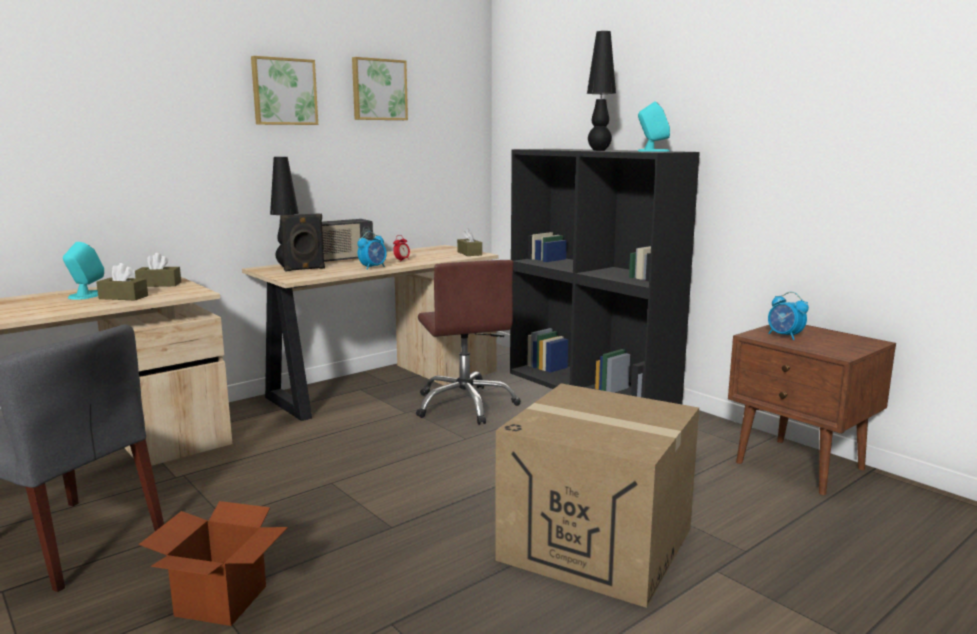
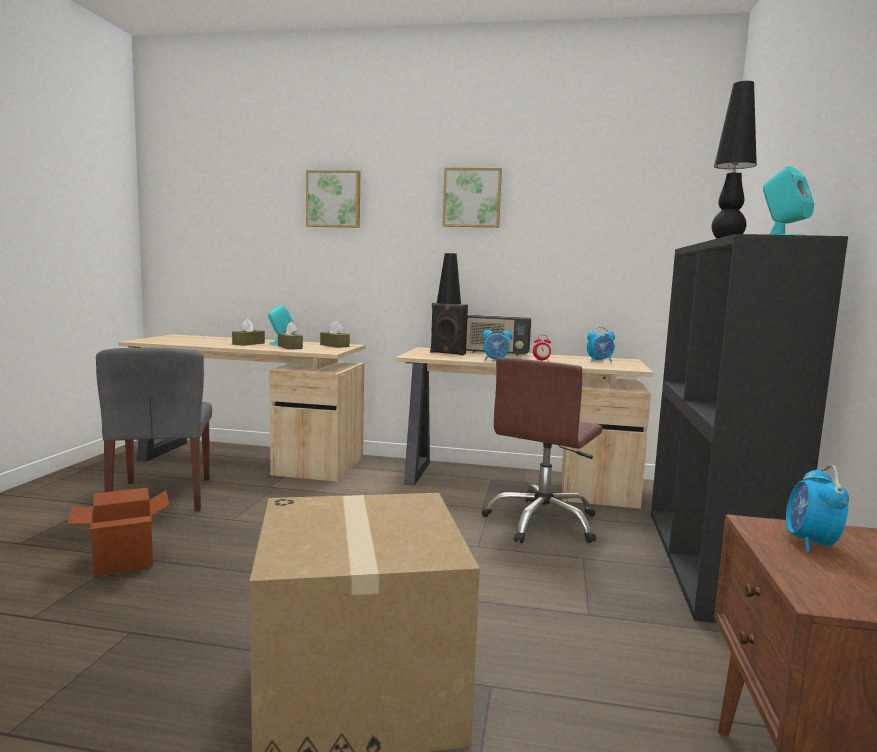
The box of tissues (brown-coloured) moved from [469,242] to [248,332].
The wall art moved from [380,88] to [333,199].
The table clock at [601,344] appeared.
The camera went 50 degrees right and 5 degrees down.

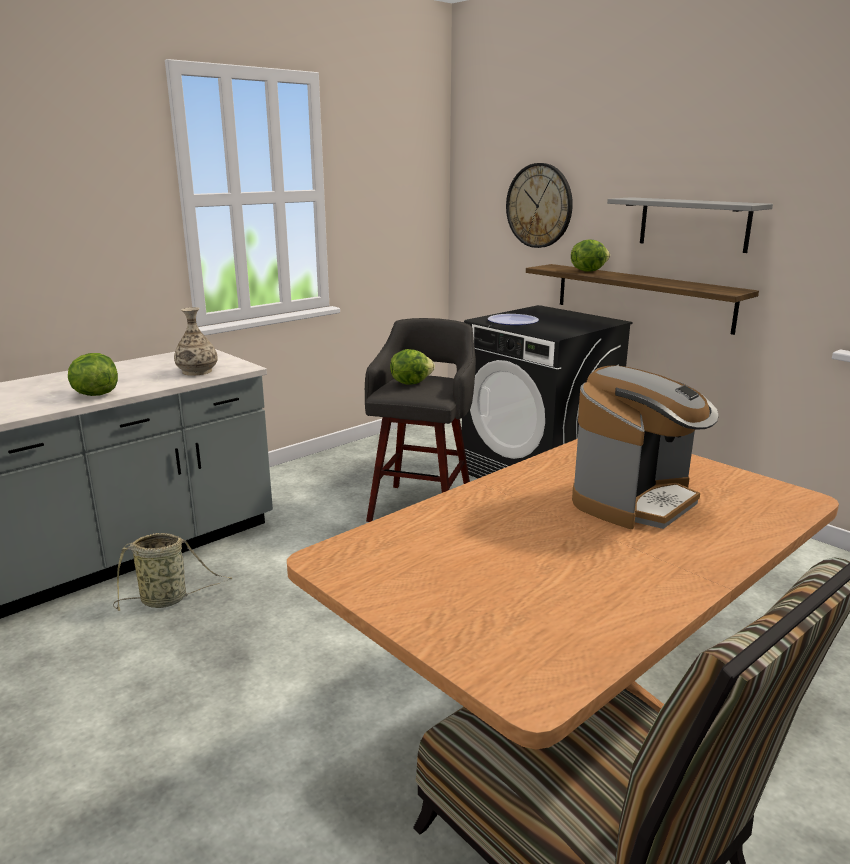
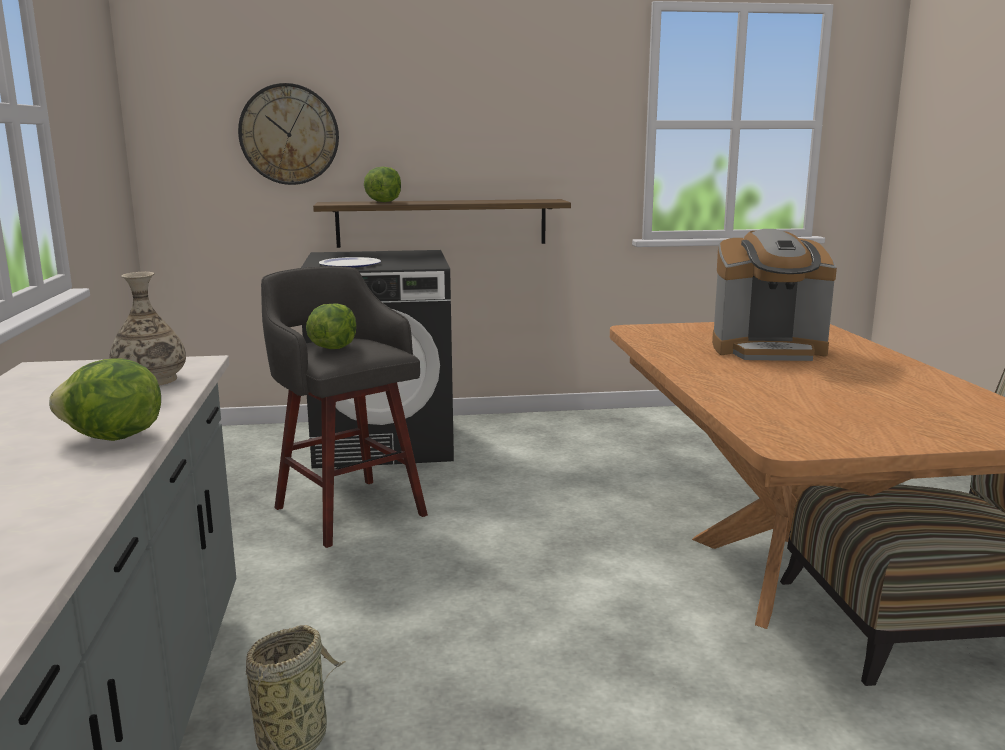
The coffee brewer at [645,447] turned 105 degrees clockwise.
The bracket shelf (gray) at [690,225] disappeared.
The camera went 55 degrees left and 5 degrees down.

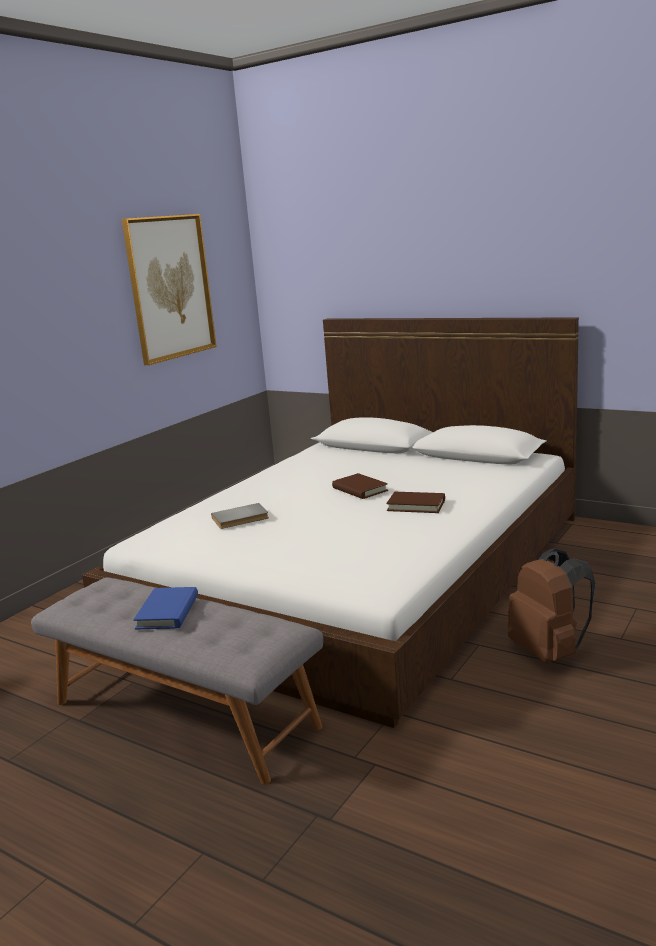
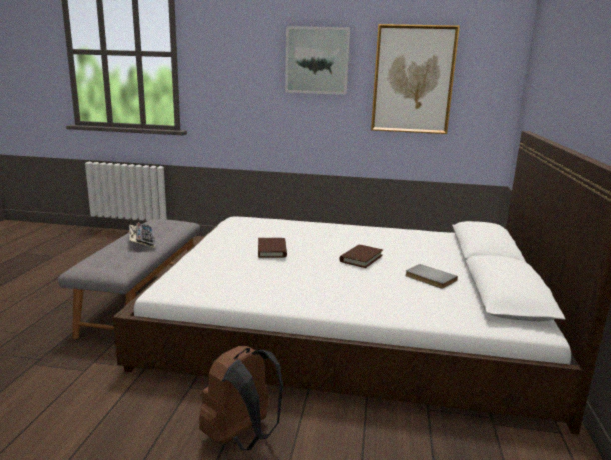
The volume (blue) at [165,608] was replaced by the computer keyboard at [142,235].
The volume (brown-coloured) moved from [415,502] to [272,248].
The wall art at [317,60] appeared.
The volume (gray) moved from [240,516] to [431,276].
The camera went 65 degrees right and 0 degrees up.

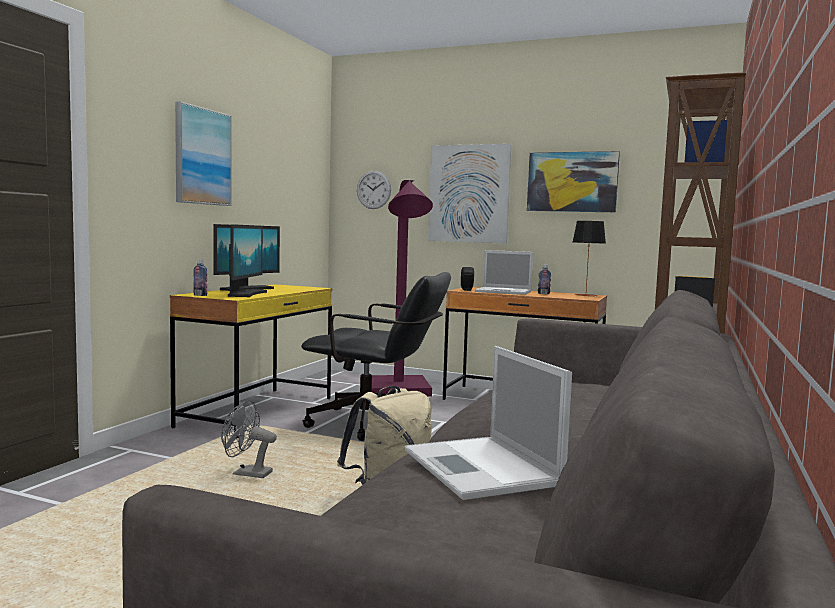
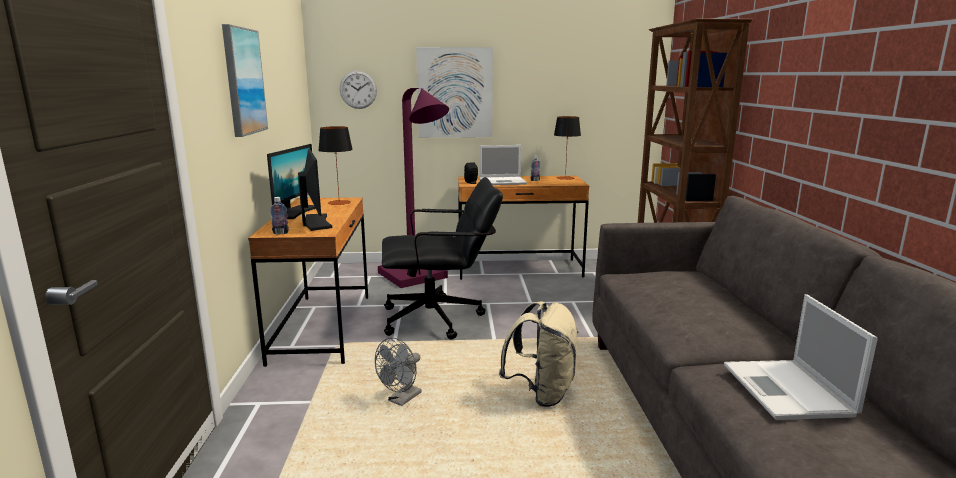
The desk unit (yellowish) at [251,361] became the desk unit (brown-coloured) at [308,282].
The lamp for a table at [335,165] appeared.
The fan (gray) at [249,439] turned 45 degrees counterclockwise.
The laptop at [488,423] turned 45 degrees clockwise.
The wall art at [573,181] disappeared.
The camera went 25 degrees left and 10 degrees up.

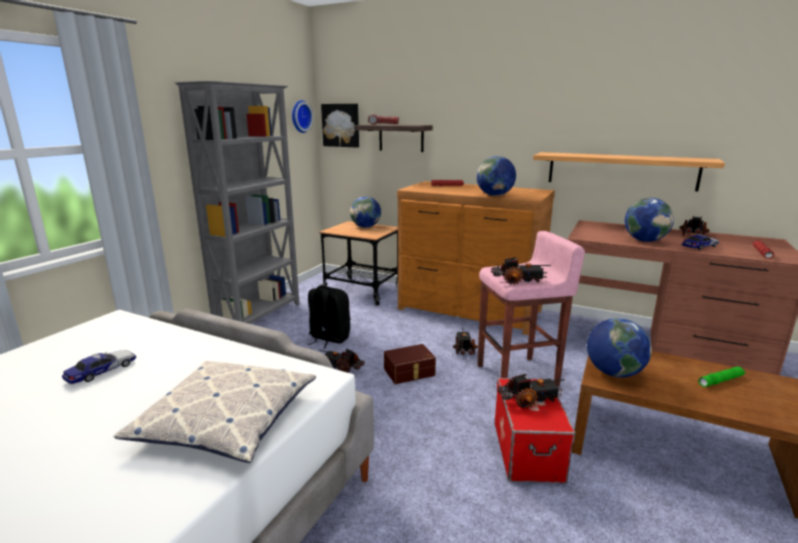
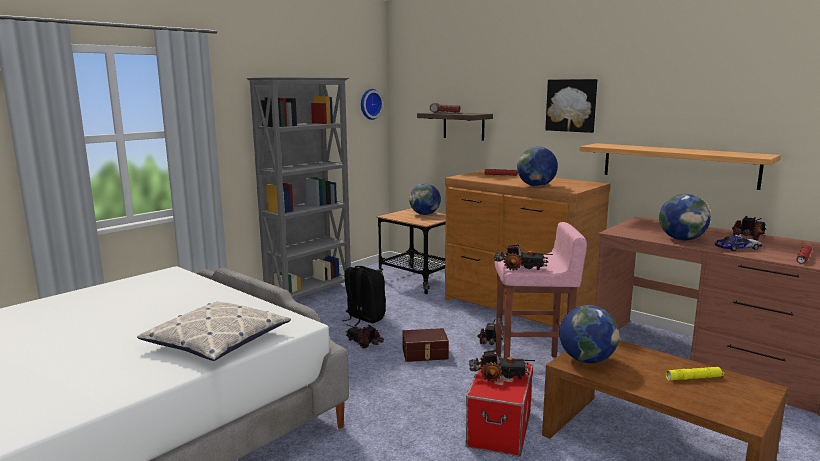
The wall art moved from [340,126] to [571,106].
The torch (greenish) at [721,376] became the torch (yellowish) at [695,373].
The miniature car at [99,367] disappeared.
The camera went 15 degrees right and 5 degrees down.

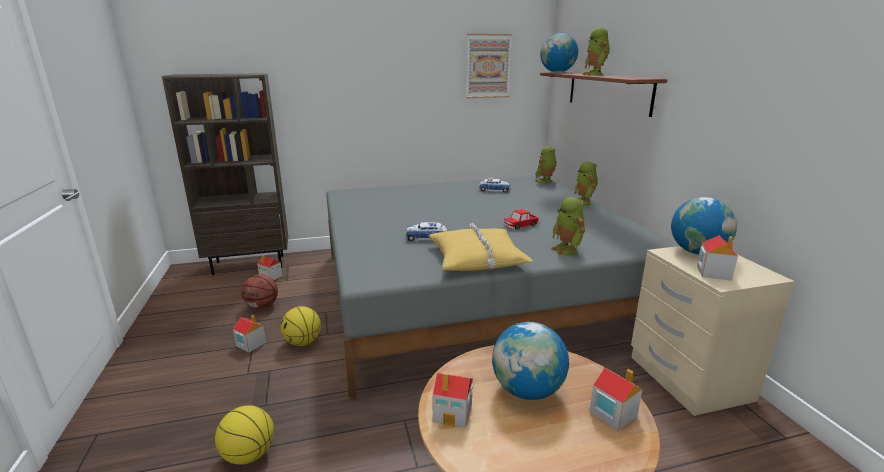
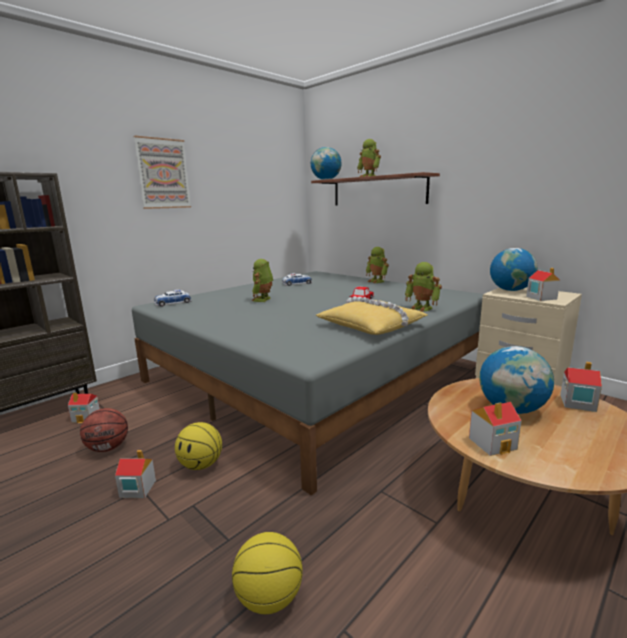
The wall art moved from [489,66] to [162,172].
The miniature car moved from [426,231] to [172,298].
The robot figure moved from [546,165] to [262,280].
The camera went 30 degrees left and 5 degrees down.

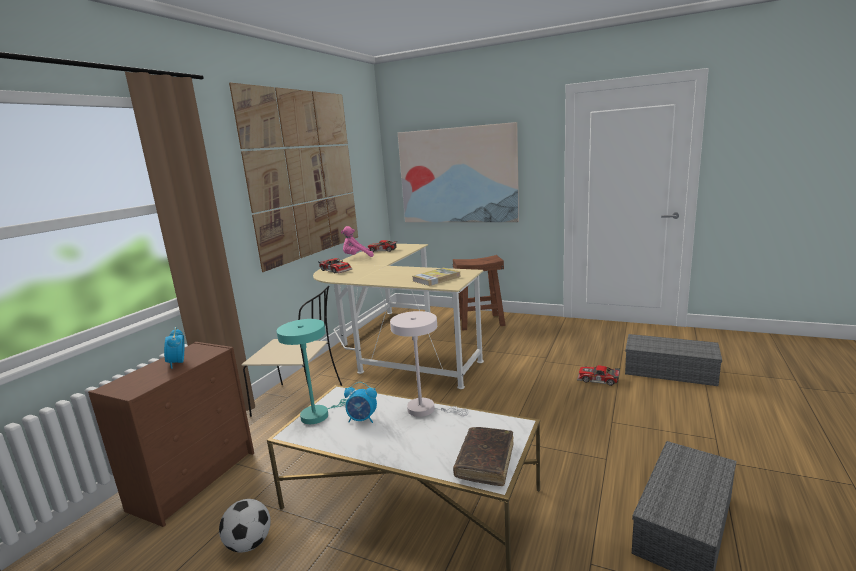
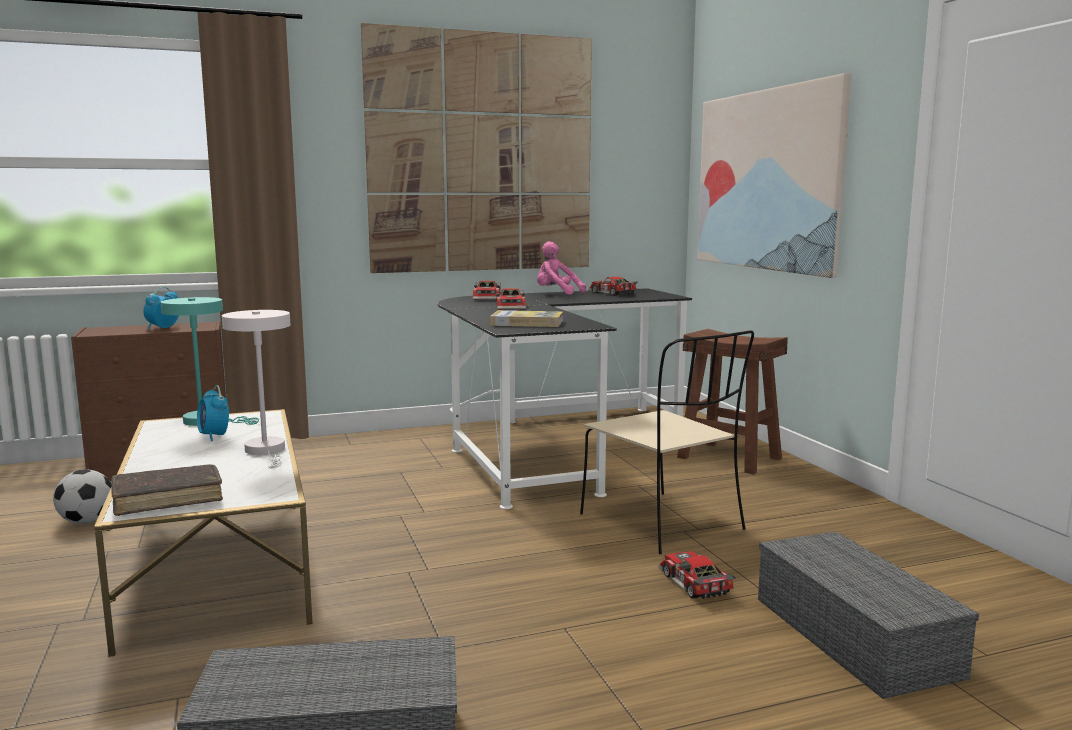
The desk unit (beige-coloured) at [398,316] became the desk unit (black) at [564,398].
The miniature car at [511,299] appeared.
The upright chair (beige-coloured) moved from [292,351] to [667,442].
The camera went 45 degrees right and 5 degrees down.

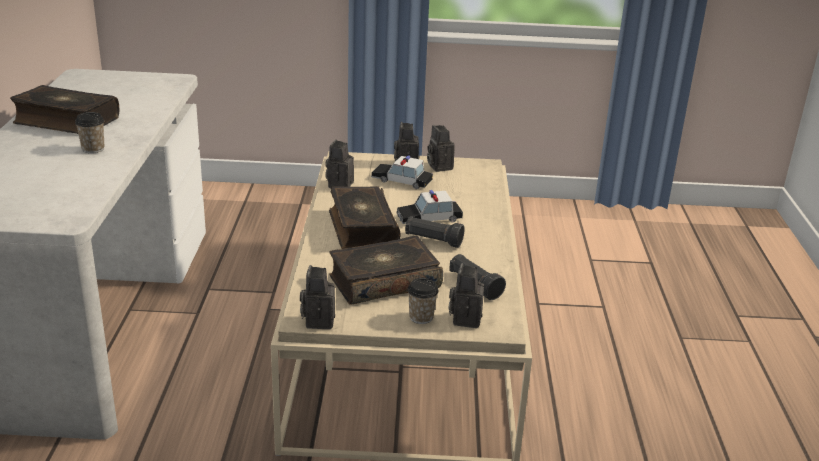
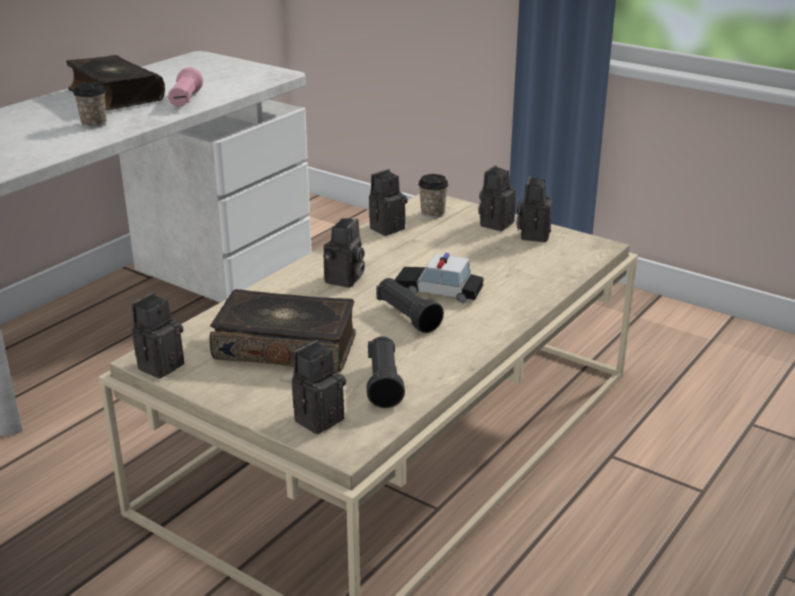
The torch (pink-coloured) at [185,87] appeared.
The volume at [364,217] was replaced by the photo camera at [344,253].
The small cup moved from [422,301] to [433,196].
The miniature car at [402,172] disappeared.
The camera went 35 degrees right and 0 degrees up.

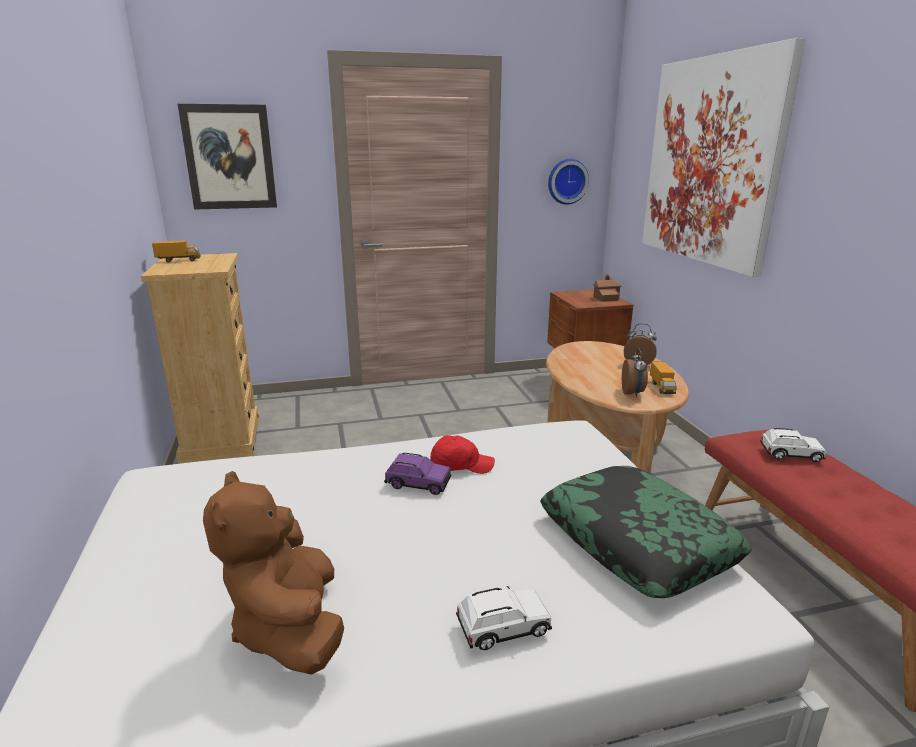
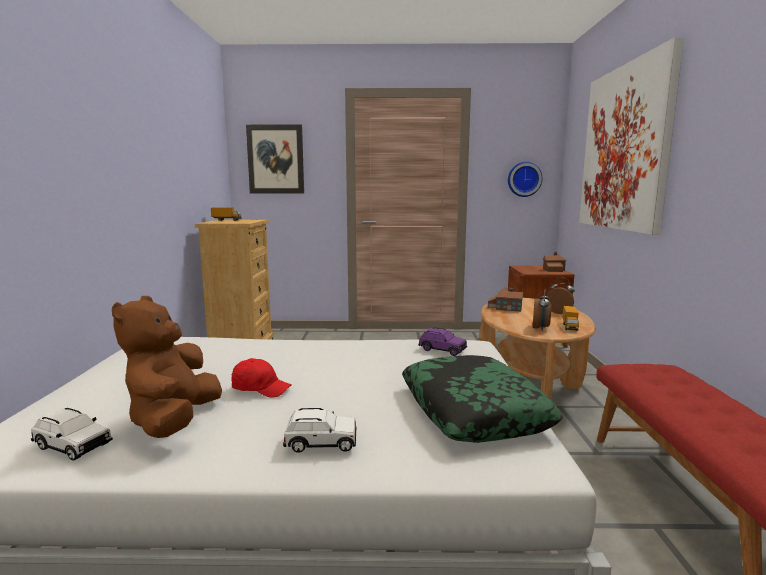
The miniature car (white-coloured) moved from [793,445] to [72,434].
The cap (reddish) moved from [462,454] to [261,378].
The miniature car (purplish) moved from [417,474] to [442,341].
The toy house at [505,299] appeared.
The camera went 15 degrees right and 10 degrees down.

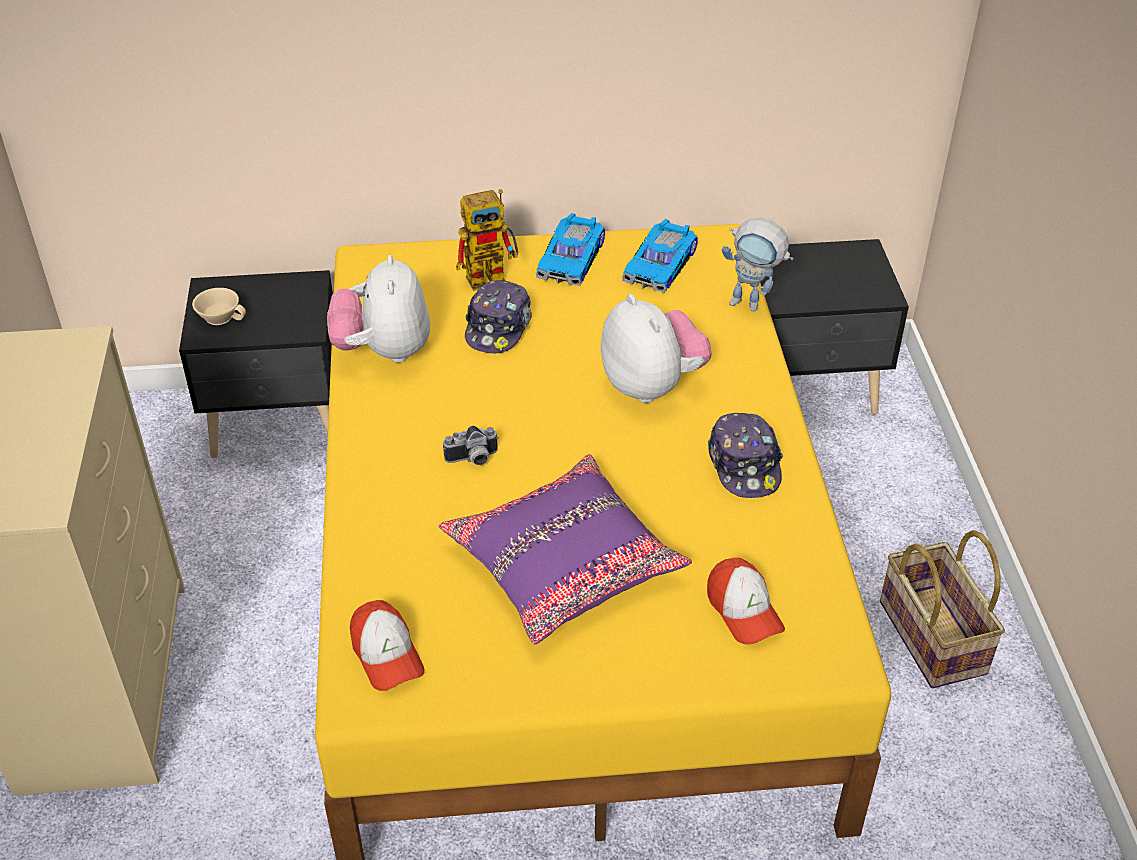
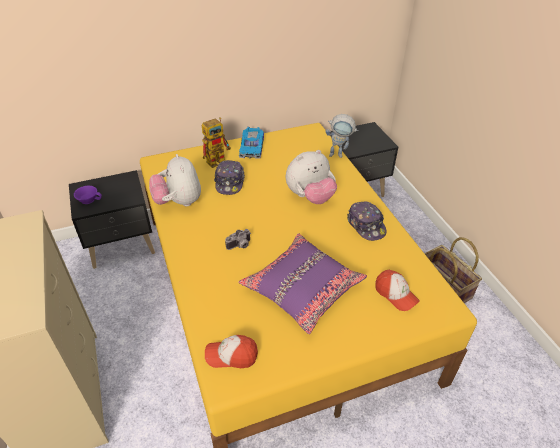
The small cup (beige-coloured) at [219,306] became the small cup (purplish) at [88,195].
The cap at [387,645] turned 135 degrees clockwise.
The plush toy at [656,348] turned 105 degrees clockwise.
The miniature car at [660,256] disappeared.
The camera went 15 degrees left and 0 degrees up.

